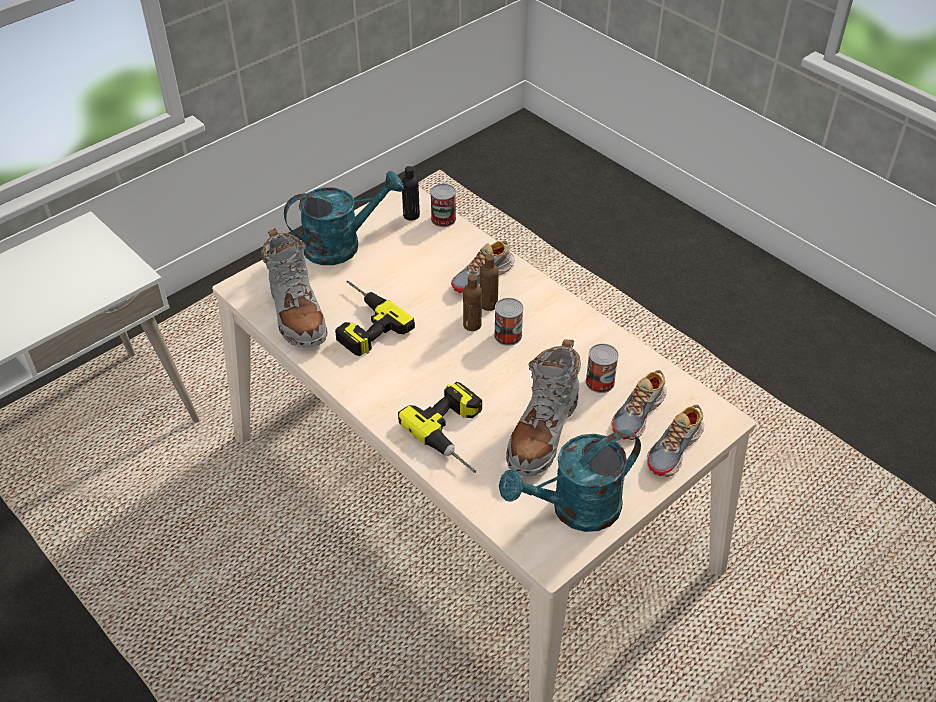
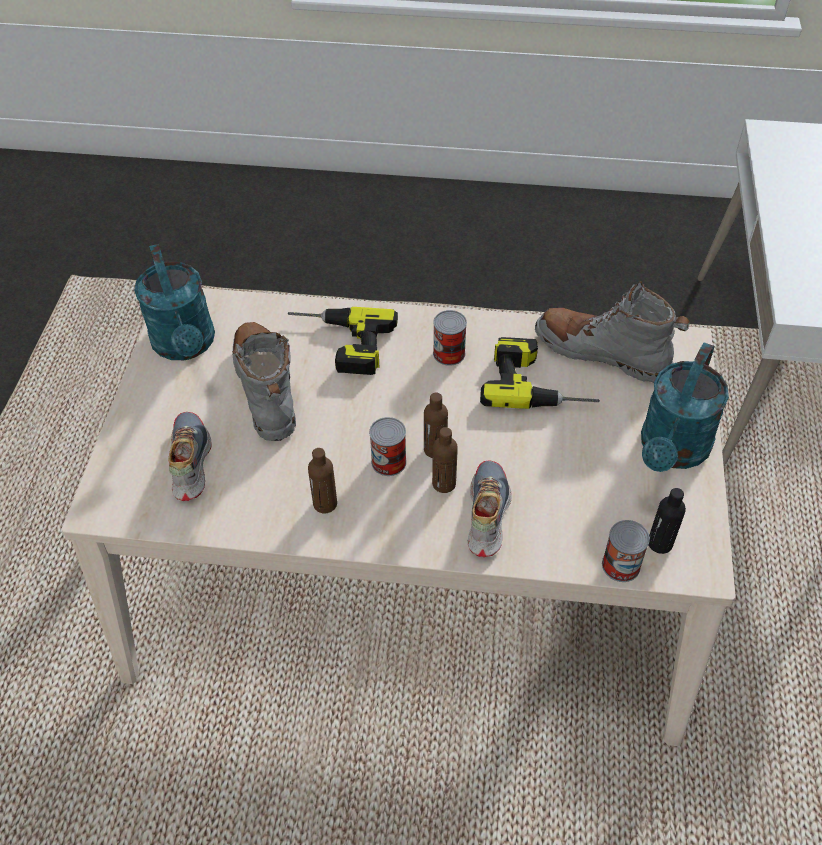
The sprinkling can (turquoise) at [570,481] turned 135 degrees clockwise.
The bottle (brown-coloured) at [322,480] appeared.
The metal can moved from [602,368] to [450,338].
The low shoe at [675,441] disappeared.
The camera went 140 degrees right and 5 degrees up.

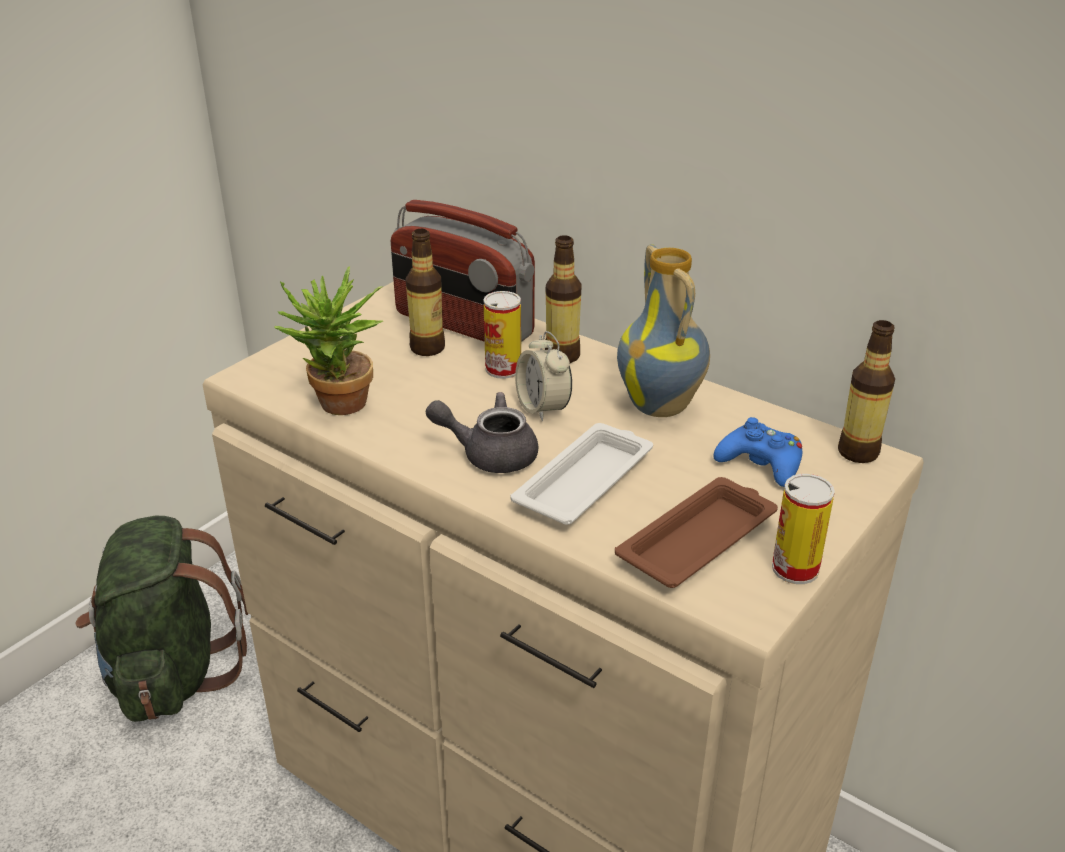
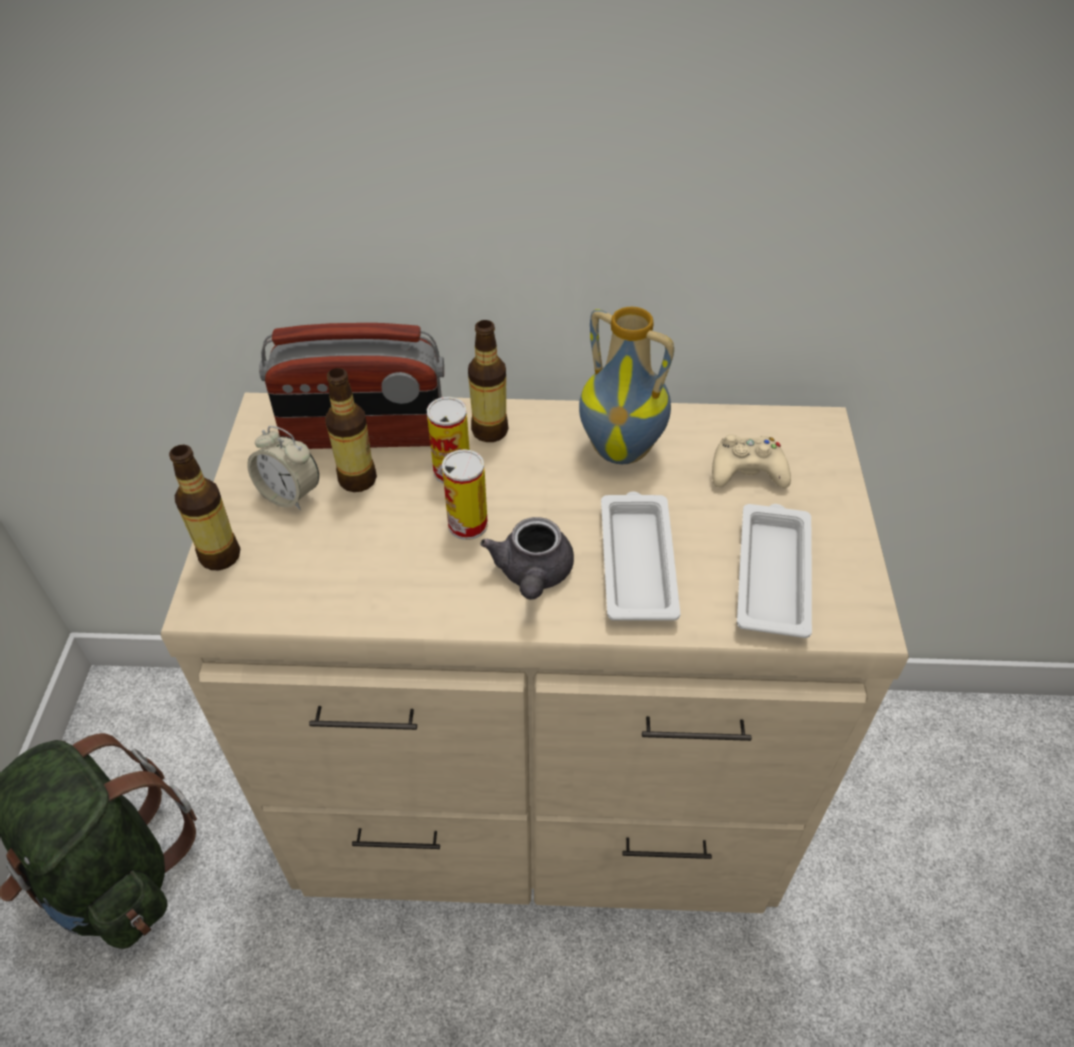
The bottle moved from [866,391] to [204,507].
The table clock moved from [543,376] to [283,468].
The metal can moved from [803,529] to [465,494].
The pot for tea (gray) at [482,432] turned 60 degrees counterclockwise.
The game controller (blue) at [757,452] became the game controller (beige-coloured) at [751,461].
The tray (brown-coloured) at [696,532] became the tray (white-coloured) at [774,571].
The plant in a pot at [329,340] disappeared.
The camera went 35 degrees left and 15 degrees up.

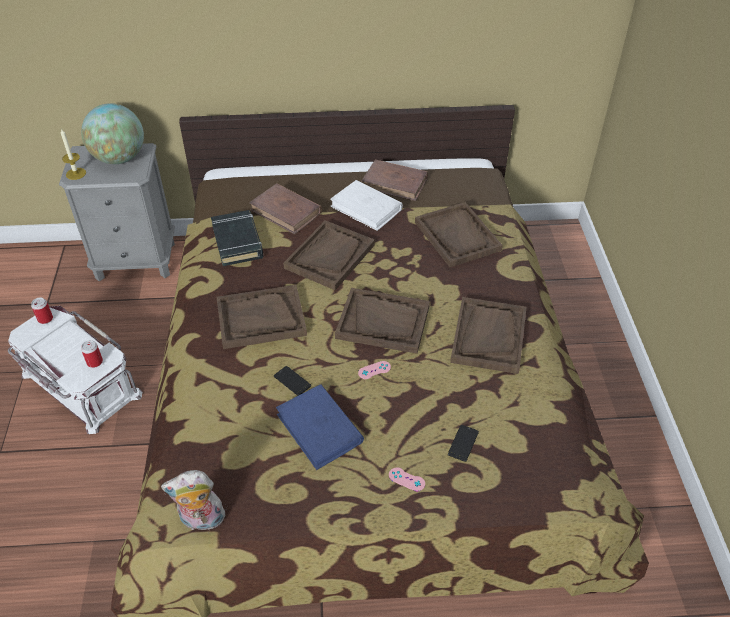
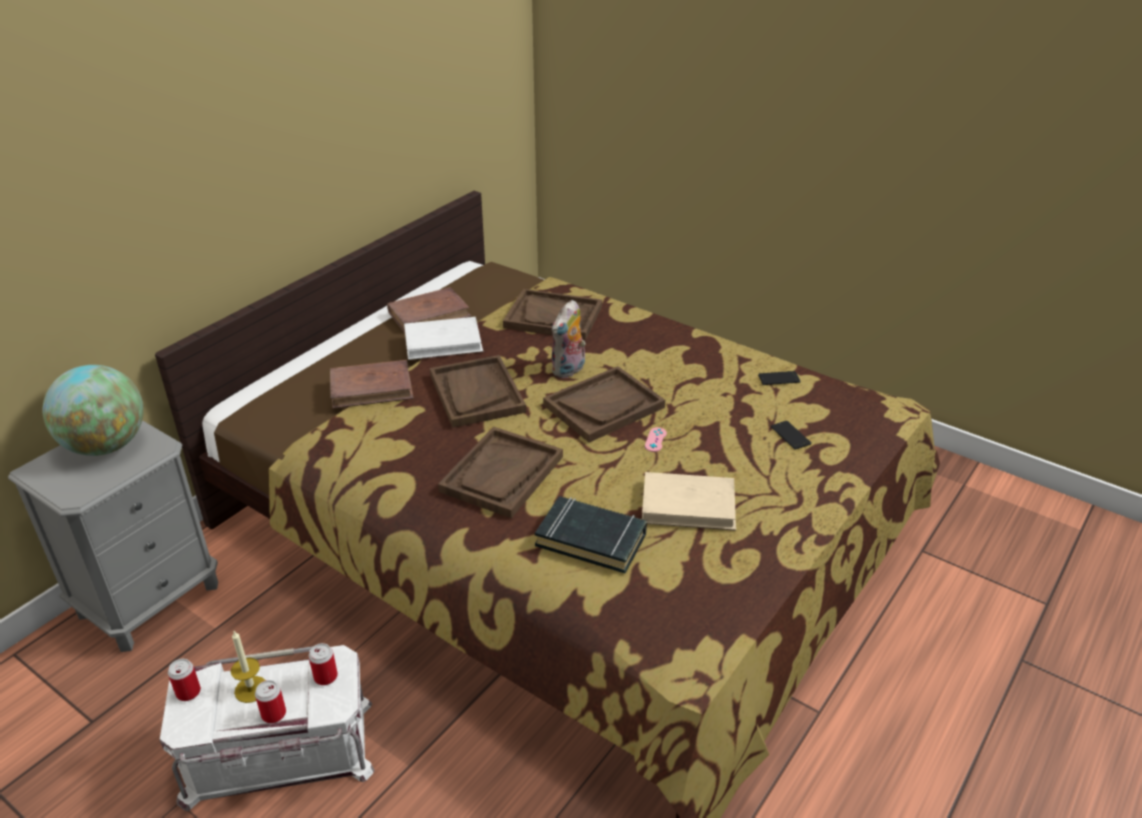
The wax light moved from [73,154] to [248,667].
The metal can at [270,701] appeared.
The volume (black) moved from [237,238] to [591,534].
The plush toy moved from [193,500] to [568,339].
The volume (blue) at [320,427] became the volume (beige-coloured) at [689,501].
The telephone moved from [292,381] to [779,378].
The game controller (pink-coloured) at [407,479] disappeared.
The tray (brown-coloured) at [488,335] disappeared.
The camera went 50 degrees left and 10 degrees down.

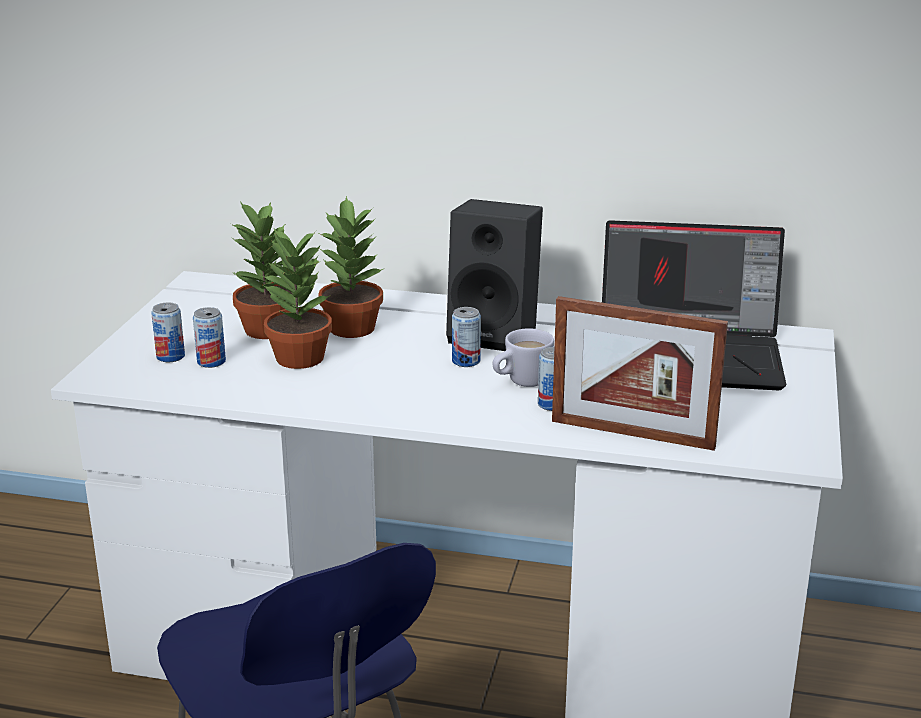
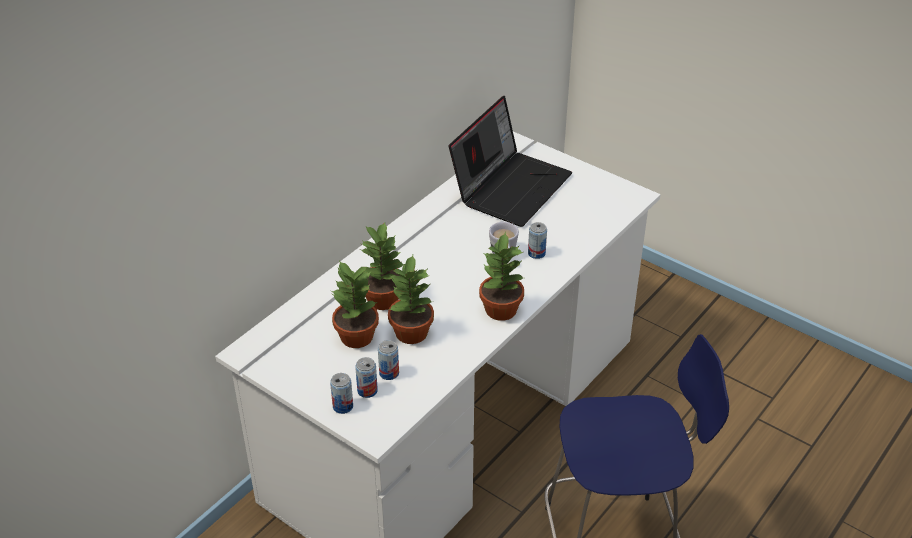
The metal can moved from [466,337] to [341,393].
The plant in a pot at [501,276] appeared.
The audio speaker (black) at [494,275] disappeared.
The standing frame at [640,373] disappeared.
The camera went 65 degrees left and 15 degrees up.

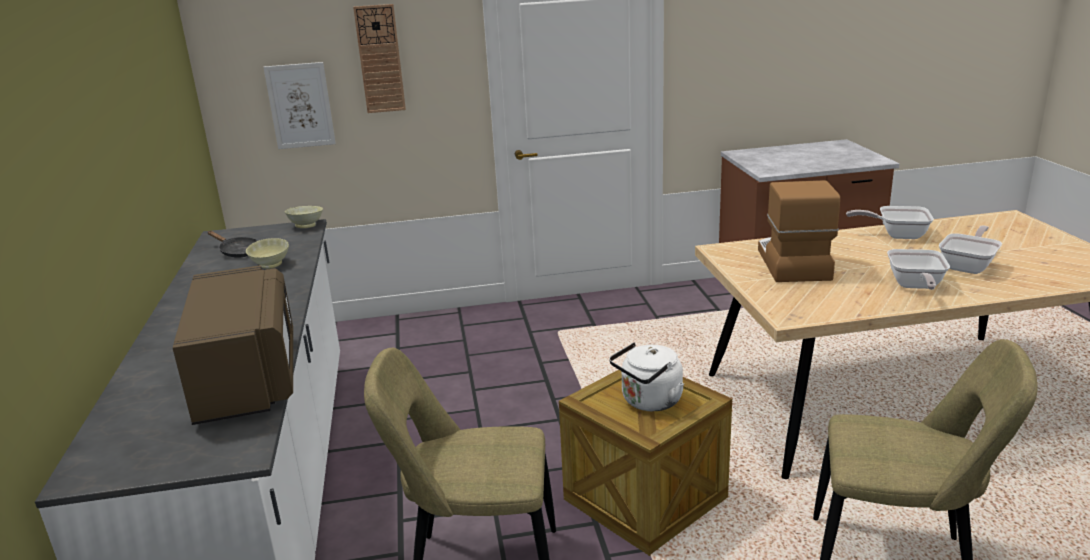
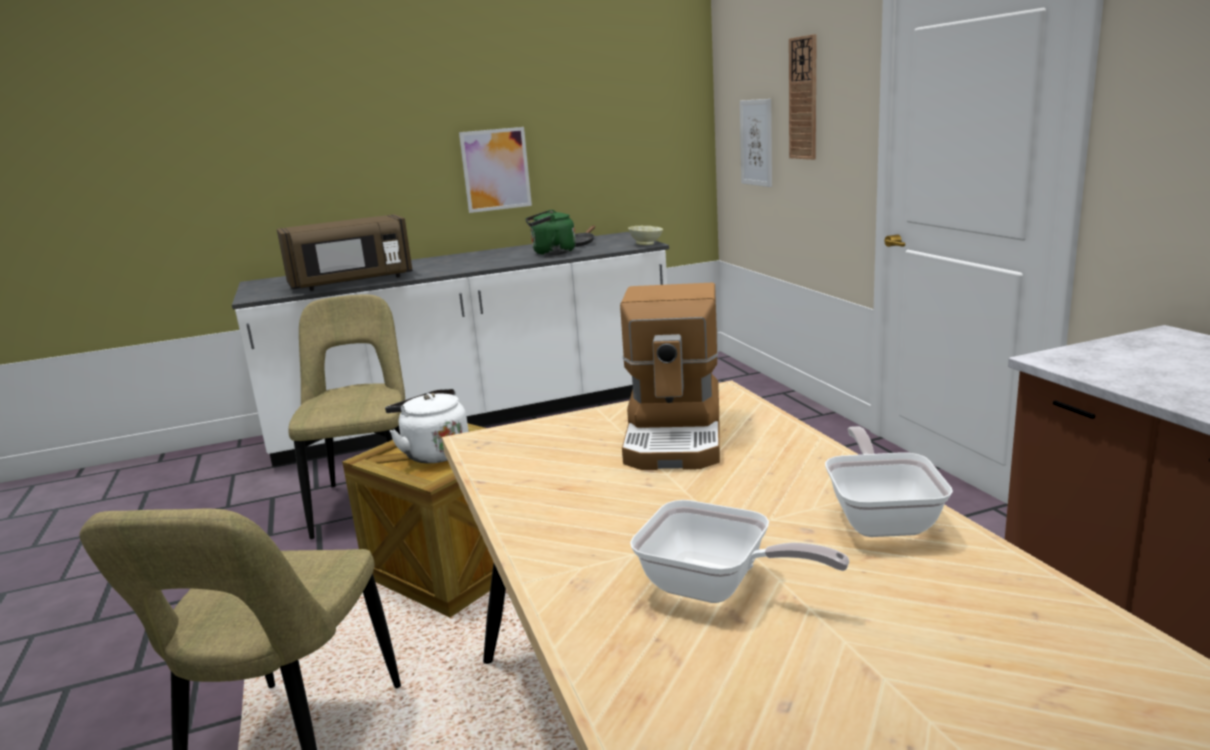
The wall art at [495,170] appeared.
The deep dish (beige-coloured) at [267,253] was replaced by the kettle (greenish) at [550,232].
The coffee brewer at [799,231] turned 105 degrees clockwise.
The pan at [918,269] disappeared.
The camera went 80 degrees right and 5 degrees down.

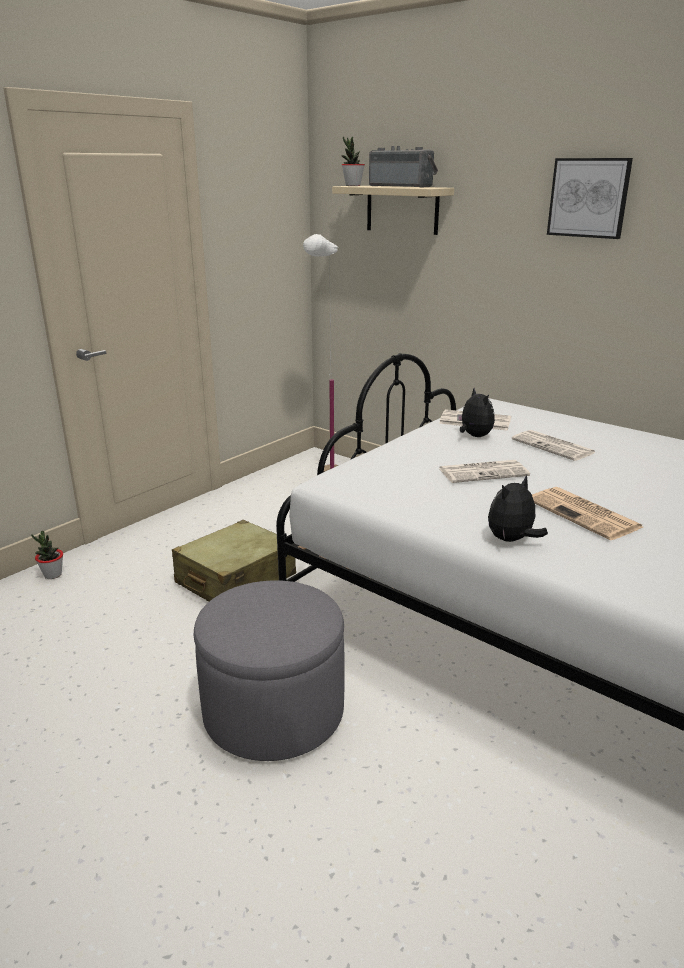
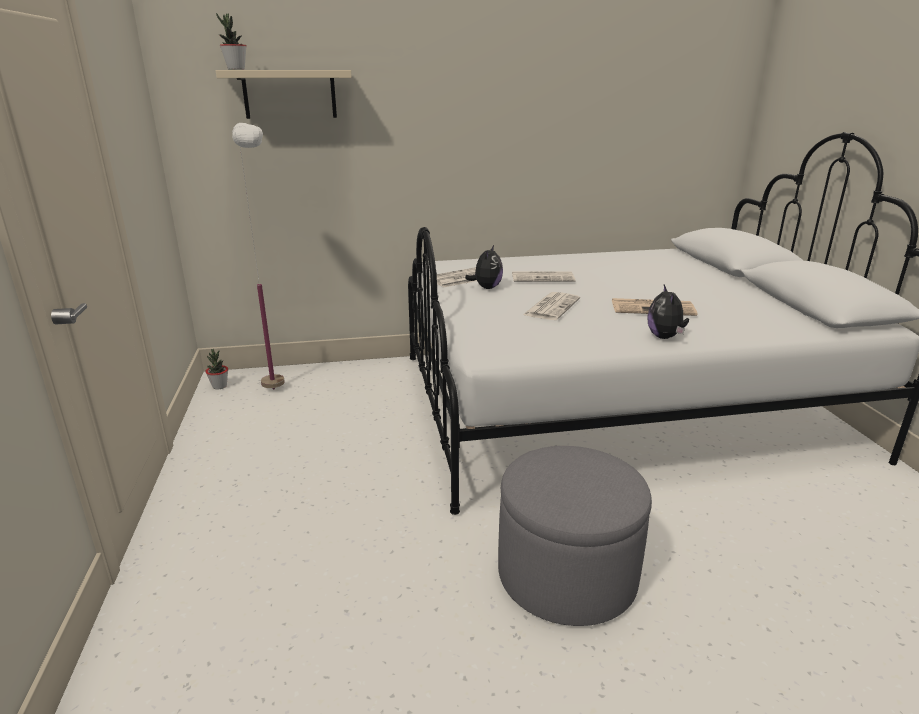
The plant in a pot moved from [47,555] to [216,369].
The plush toy at [476,412] turned 90 degrees clockwise.
The travel case (beige-coloured) at [234,560] disappeared.
The radio set at [403,167] disappeared.
The wall art at [590,198] disappeared.
The camera went 50 degrees left and 0 degrees up.

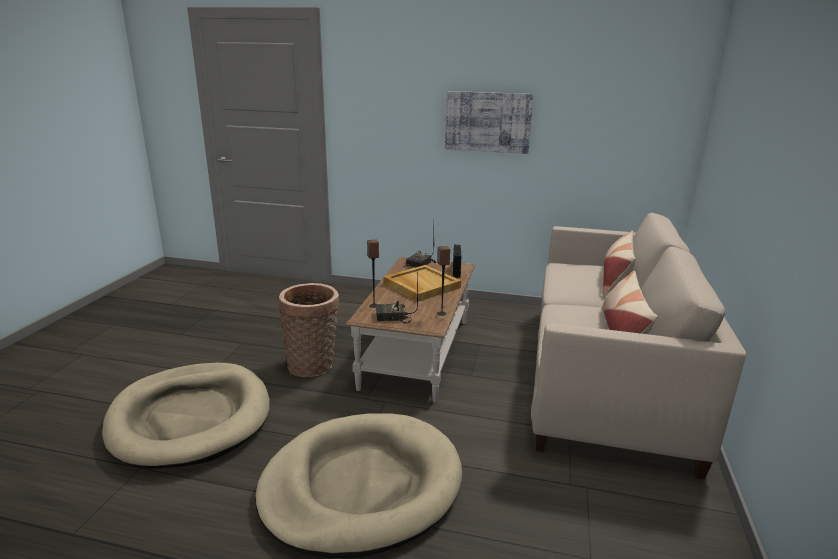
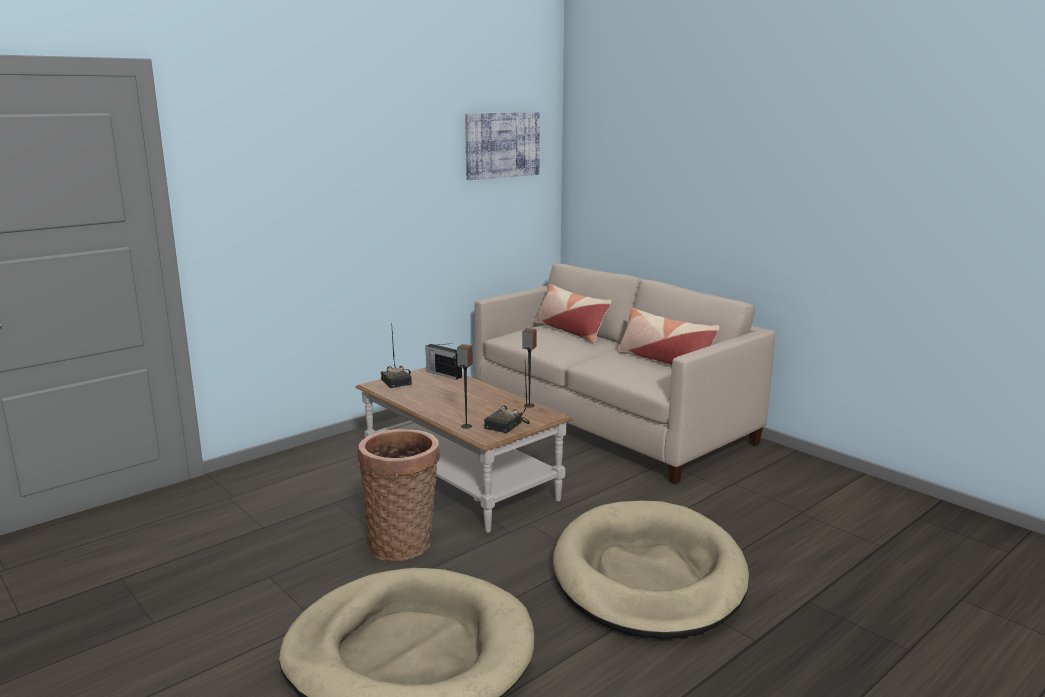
The wall art moved from [489,122] to [502,146].
The tray (beige-coloured) at [422,283] disappeared.
The camera went 55 degrees left and 5 degrees down.

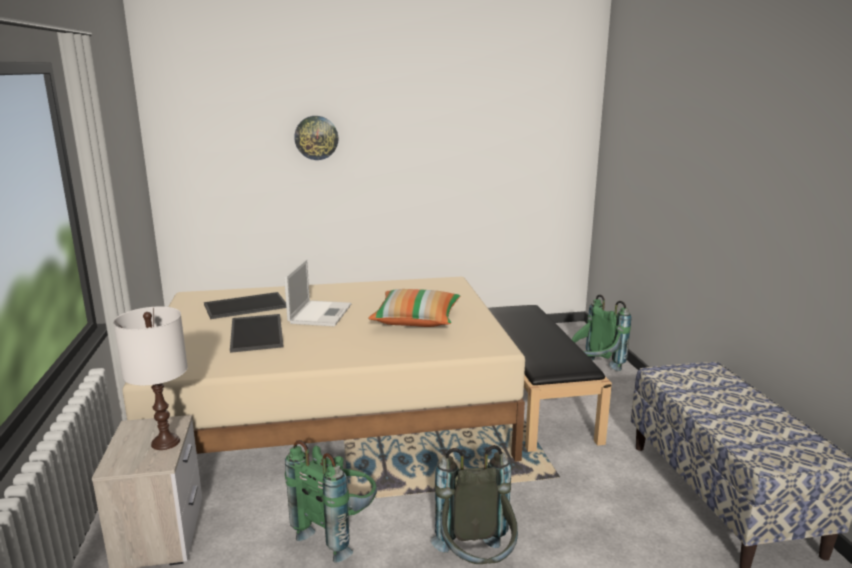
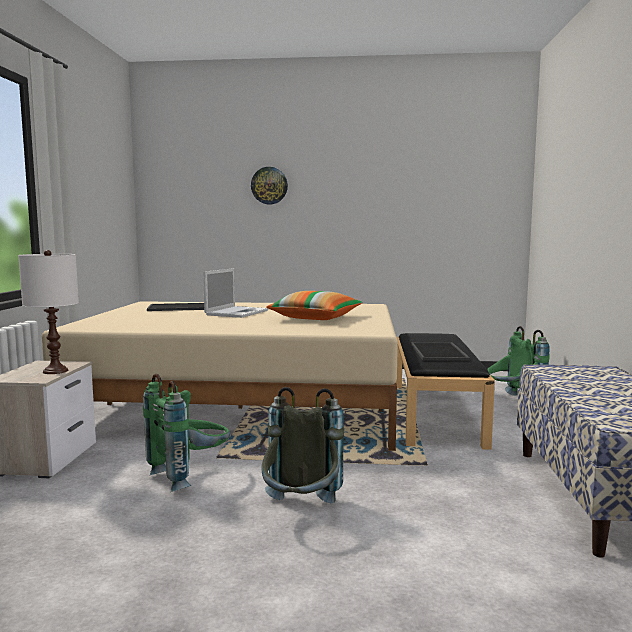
The tray moved from [257,333] to [440,351].
The camera went 15 degrees right and 10 degrees down.

